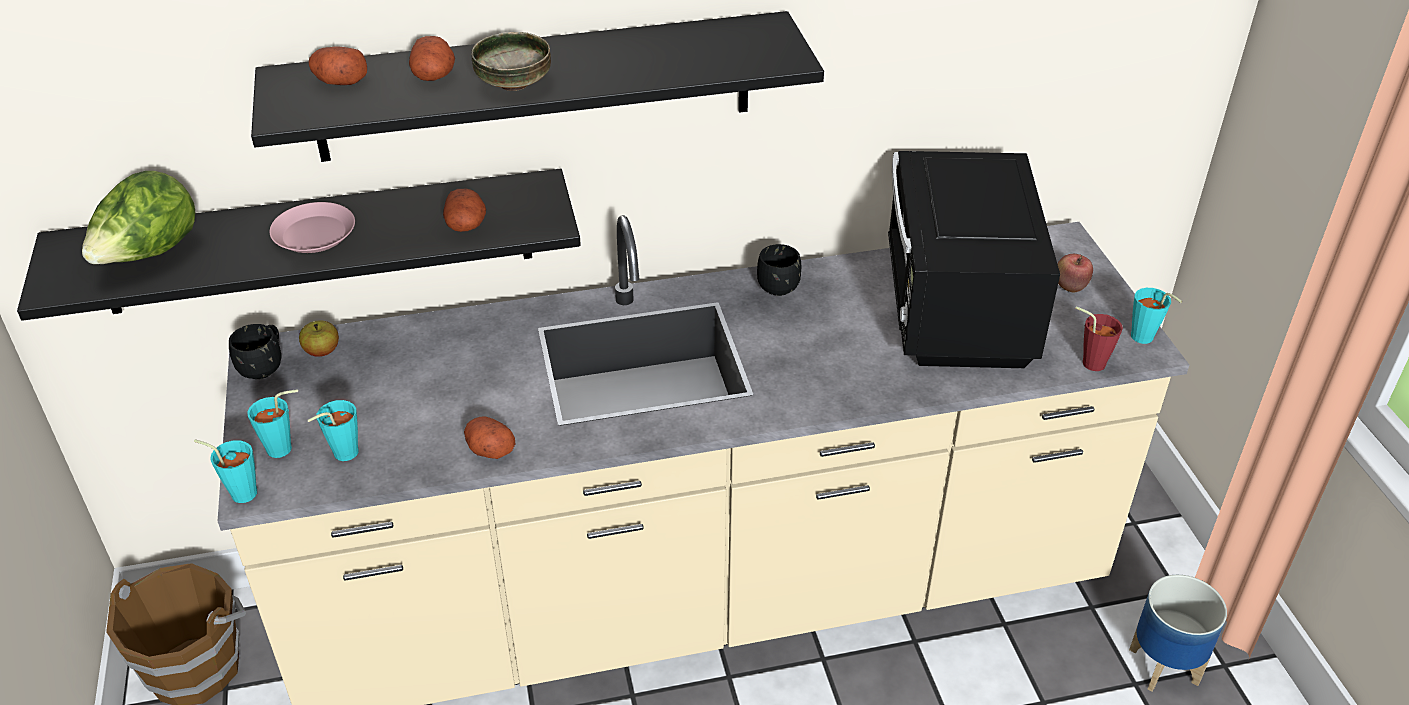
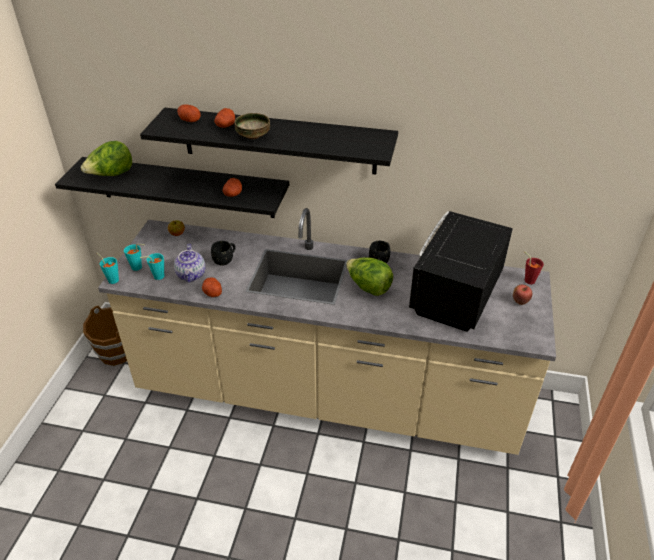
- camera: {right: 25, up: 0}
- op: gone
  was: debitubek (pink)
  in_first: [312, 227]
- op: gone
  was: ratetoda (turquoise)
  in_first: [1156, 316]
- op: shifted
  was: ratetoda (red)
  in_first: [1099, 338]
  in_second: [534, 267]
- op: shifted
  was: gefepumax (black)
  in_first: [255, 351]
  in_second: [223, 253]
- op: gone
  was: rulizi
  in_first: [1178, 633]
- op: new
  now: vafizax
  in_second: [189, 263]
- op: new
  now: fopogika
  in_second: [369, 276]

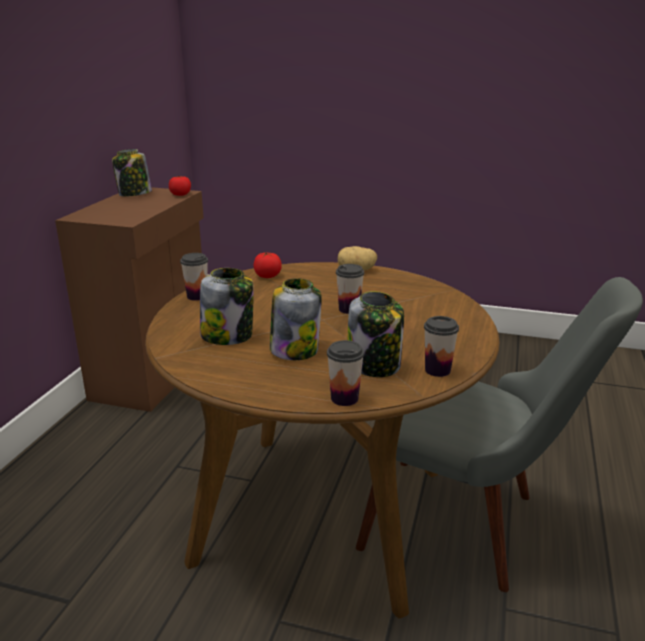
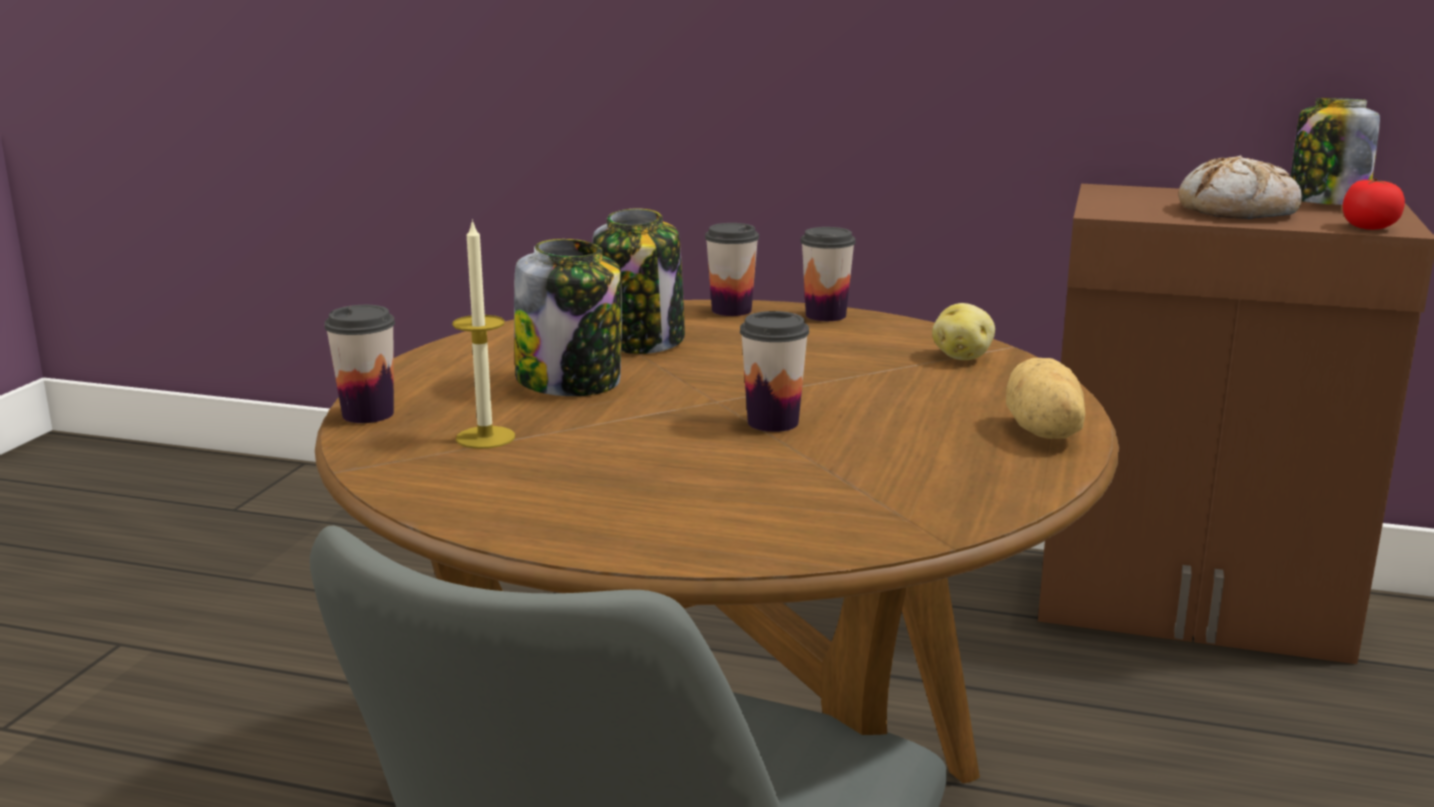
- camera: {right: 90, up: -5}
- op: swapped
  was: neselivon
  now: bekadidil
  in_first: [268, 265]
  in_second: [963, 331]
- op: swapped
  was: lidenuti
  now: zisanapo
  in_first: [376, 334]
  in_second: [483, 334]
- op: shifted
  was: ratetoda
  in_first: [441, 346]
  in_second: [732, 269]
- op: new
  now: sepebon
  in_second: [1240, 187]

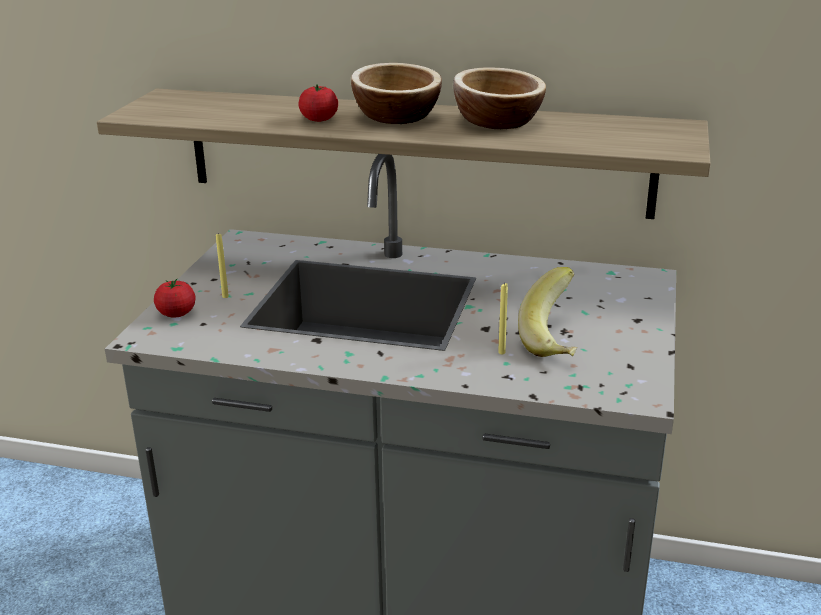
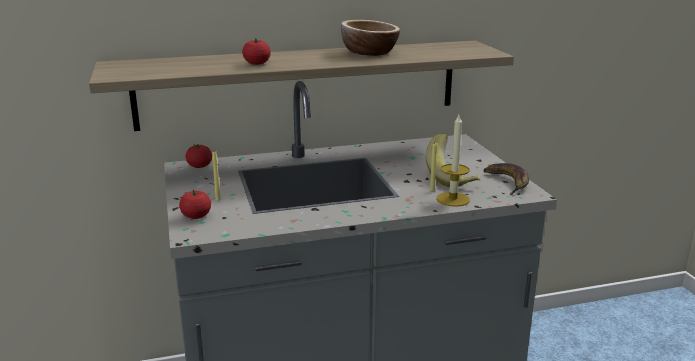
- camera: {right: -30, up: -5}
- op: gone
  was: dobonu
  in_first: [396, 93]
- op: new
  now: zisanapo
  in_second: [453, 161]
- op: new
  now: neselivon
  in_second: [198, 156]
- op: new
  now: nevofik
  in_second: [506, 179]

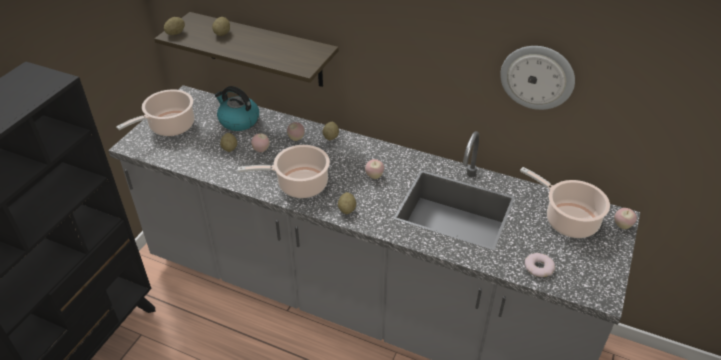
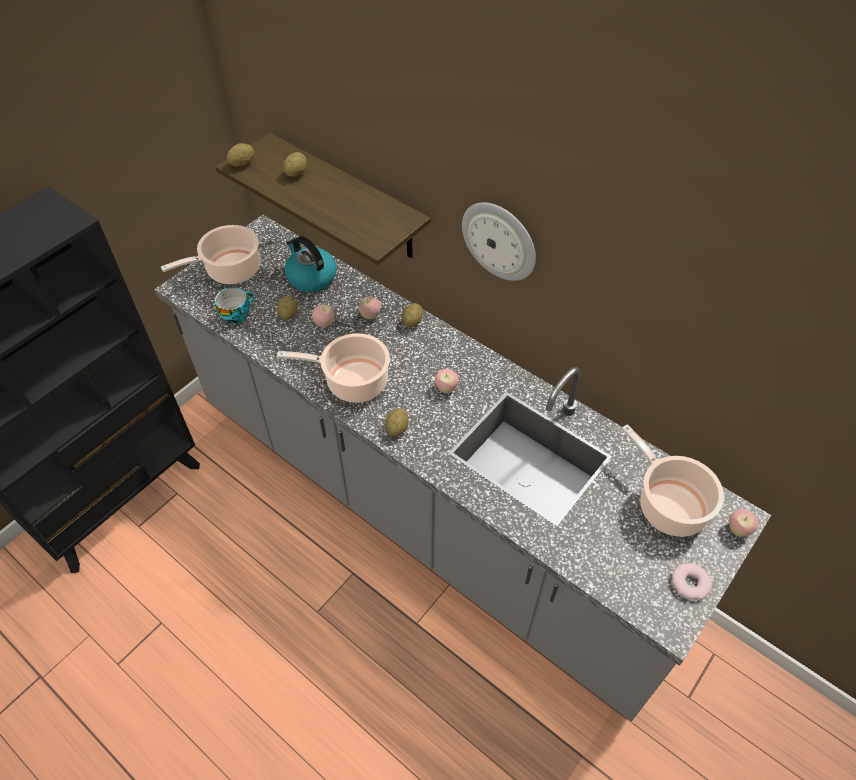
- camera: {right: 15, up: 10}
- op: shifted
  was: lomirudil
  in_first: [537, 78]
  in_second: [499, 241]
- op: shifted
  was: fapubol
  in_first: [540, 265]
  in_second: [692, 581]
- op: new
  now: ratetoda
  in_second: [234, 305]

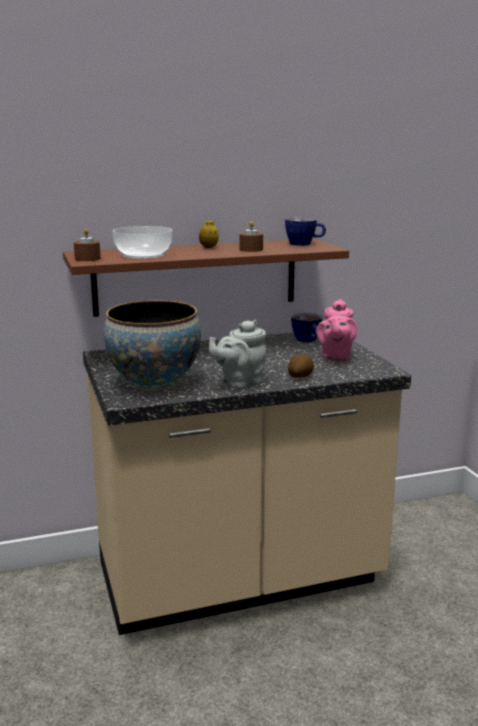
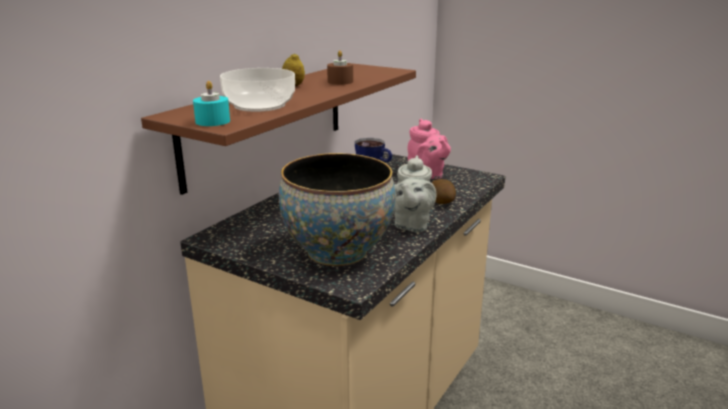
- camera: {right: -40, up: 5}
- op: gone
  was: ratetoda
  in_first: [305, 231]
- op: repainted
  was: zisanapo (brown)
  now: zisanapo (turquoise)
  in_first: [87, 244]
  in_second: [211, 103]

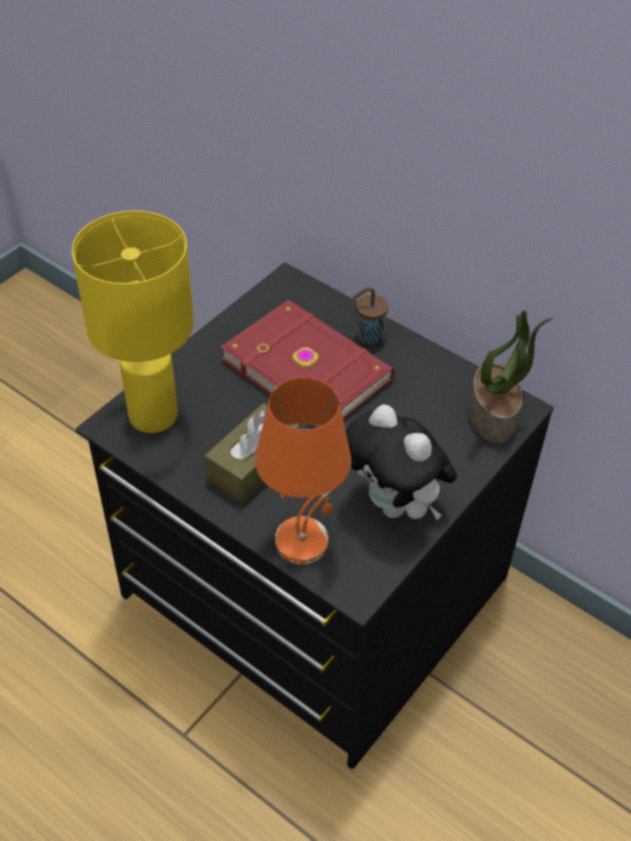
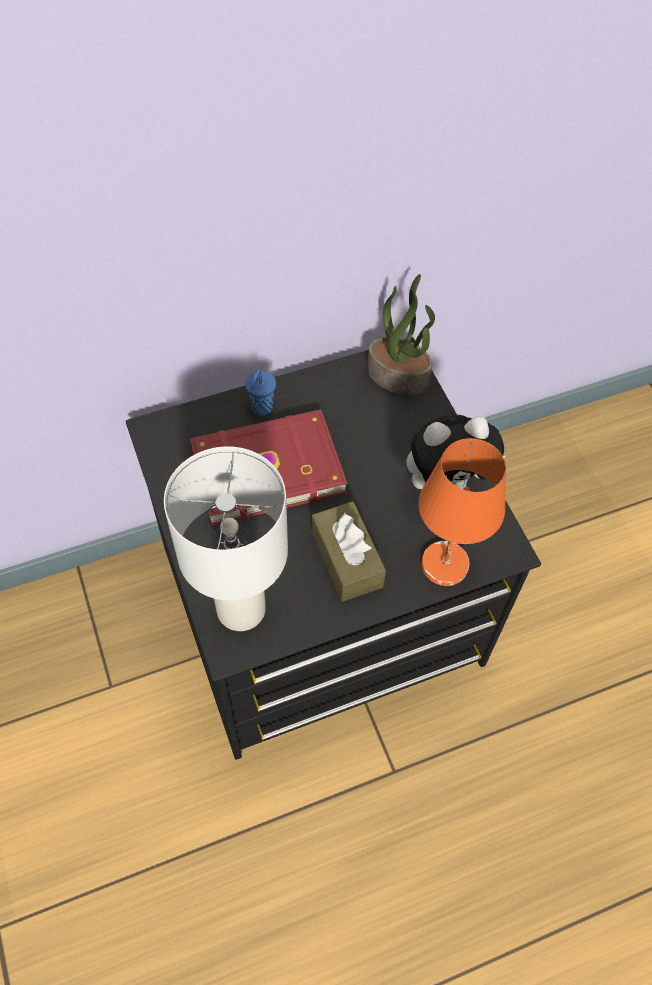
- camera: {right: -60, up: 10}
- op: repainted
  was: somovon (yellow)
  now: somovon (white)
  in_first: [133, 322]
  in_second: [226, 538]
- op: repainted
  was: ratetoda (brown)
  now: ratetoda (blue)
  in_first: [371, 315]
  in_second: [260, 393]

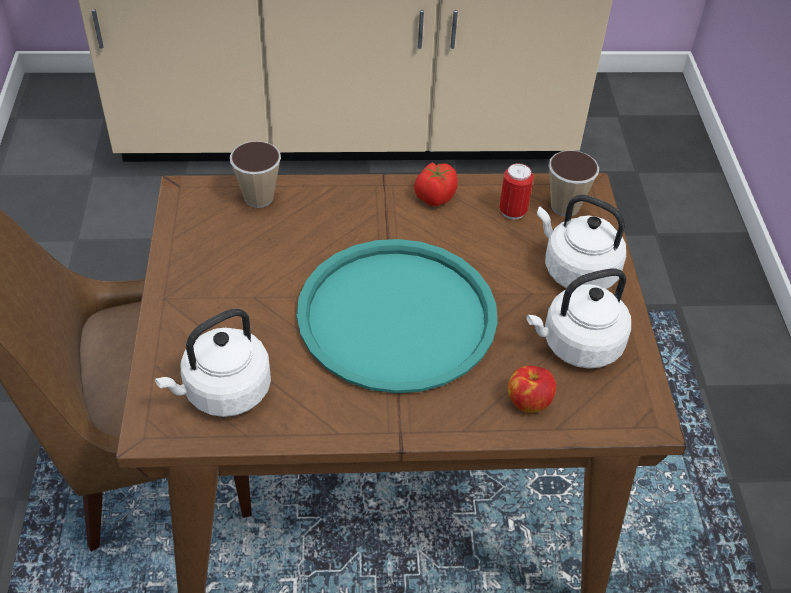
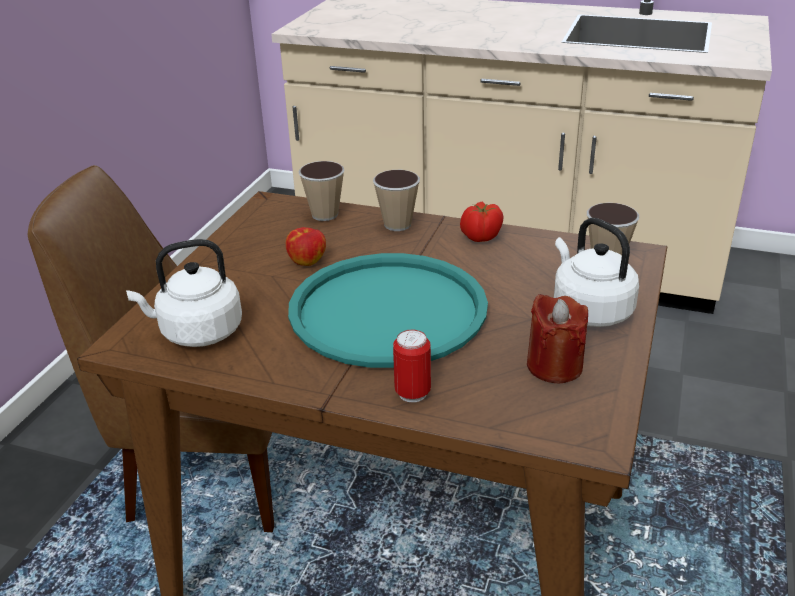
- camera: {right: 25, up: -15}
- op: shifted
  was: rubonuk
  in_first: [516, 191]
  in_second: [412, 366]
- op: swapped
  was: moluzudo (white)
  now: zisanapo (red)
  in_first: [578, 318]
  in_second: [557, 339]
- op: shifted
  was: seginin
  in_first: [532, 389]
  in_second: [306, 246]
- op: new
  now: ratetoda
  in_second: [396, 200]

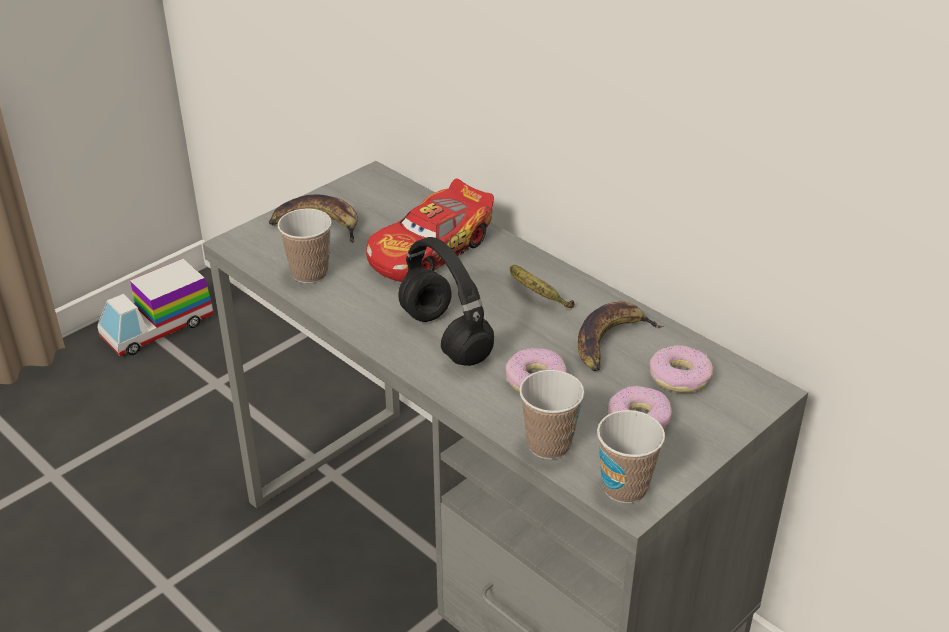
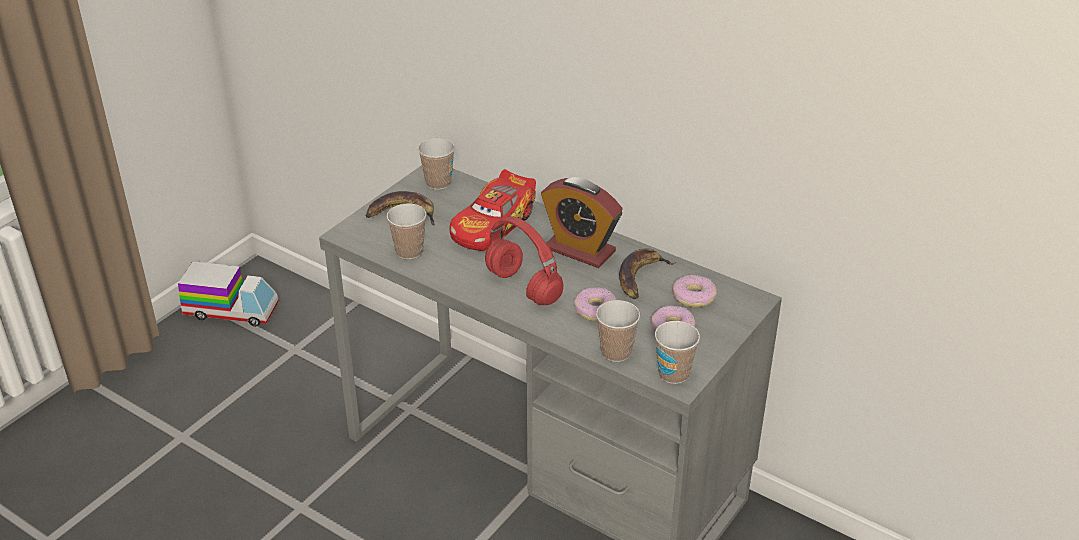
- camera: {right: -10, up: 0}
- op: repainted
  was: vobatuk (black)
  now: vobatuk (red)
  in_first: [446, 301]
  in_second: [524, 261]
- op: rotated
  was: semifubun
  in_first: [156, 307]
  in_second: [228, 293]
  clockwise: -120
- op: swapped
  was: nevofik
  now: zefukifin
  in_first: [542, 286]
  in_second: [582, 222]
- op: new
  now: ratetoda
  in_second: [436, 164]

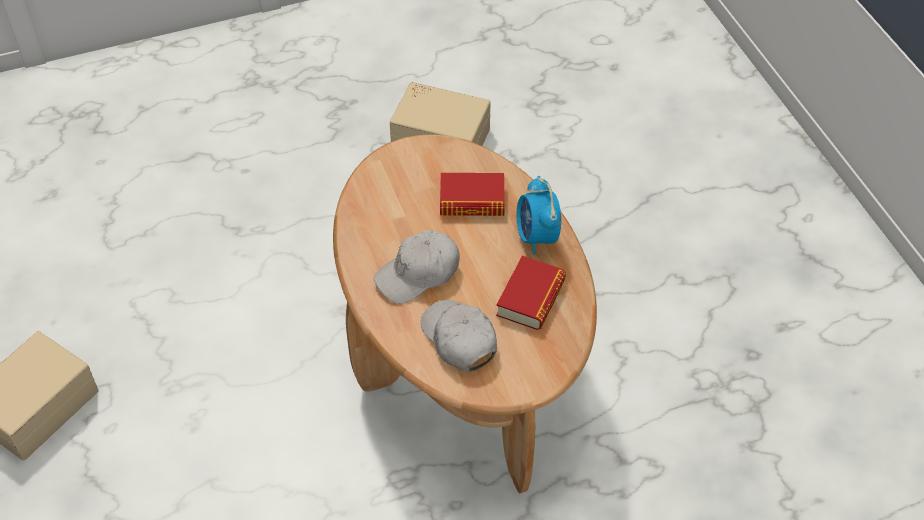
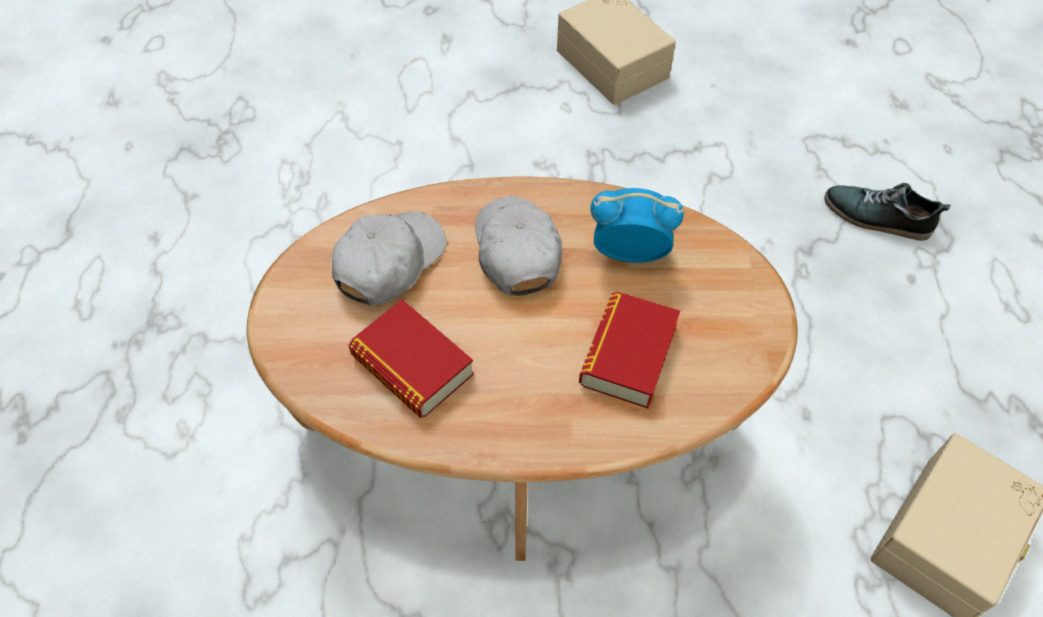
- camera: {right: 110, up: 5}
- op: shifted
  was: zefukifin
  in_first: [539, 215]
  in_second: [637, 225]
- op: rotated
  was: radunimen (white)
  in_first: [459, 336]
  in_second: [389, 258]
  clockwise: -45
- op: new
  now: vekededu
  in_second: [887, 212]

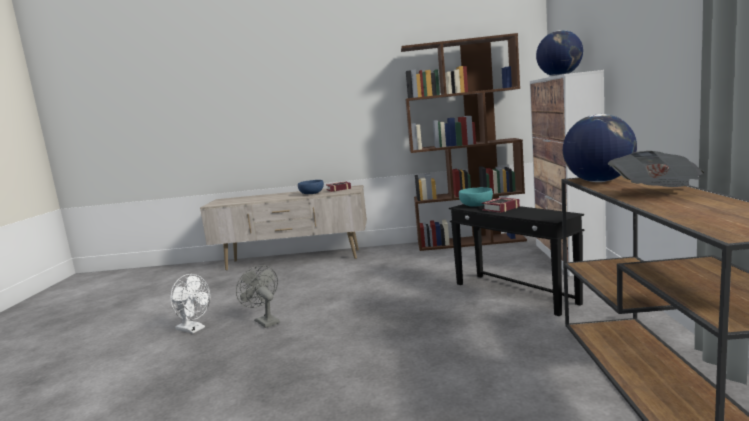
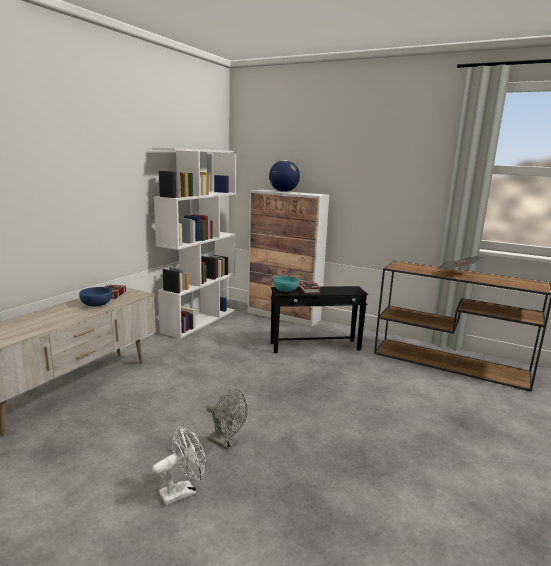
- camera: {right: -65, up: 5}
- op: repainted
  was: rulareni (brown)
  now: rulareni (white)
  in_first: [464, 142]
  in_second: [194, 243]
- op: gone
  was: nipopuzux
  in_first: [600, 148]
- op: rotated
  was: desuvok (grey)
  in_first: [257, 296]
  in_second: [227, 419]
  clockwise: -135

